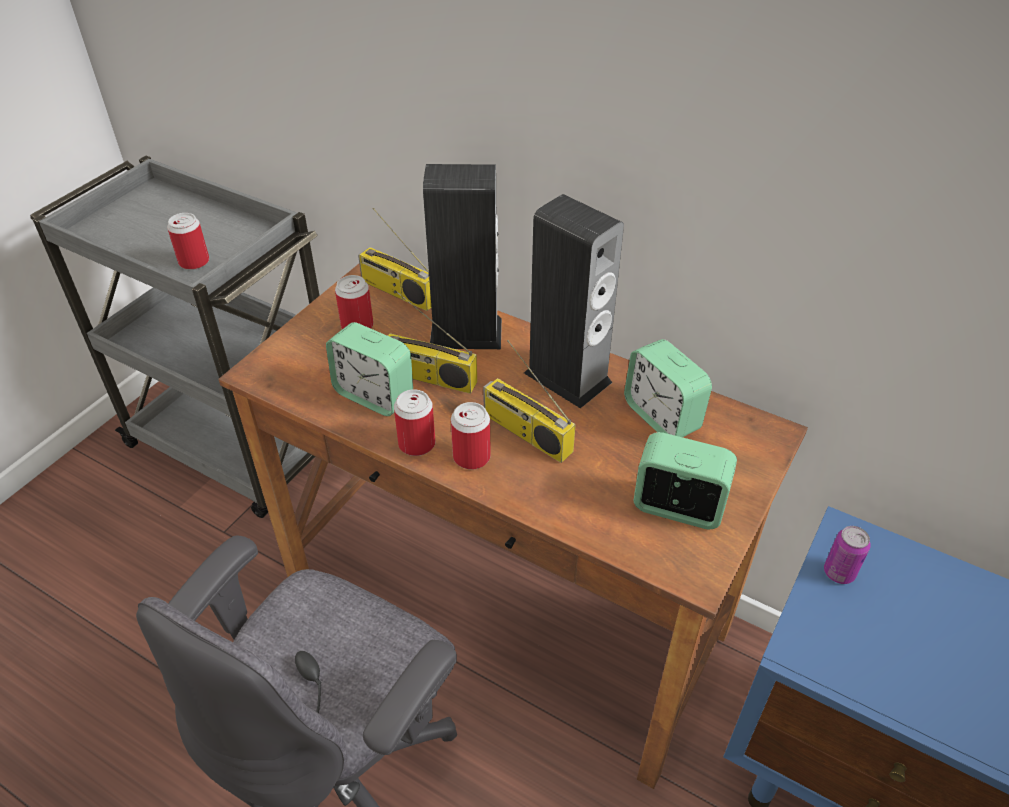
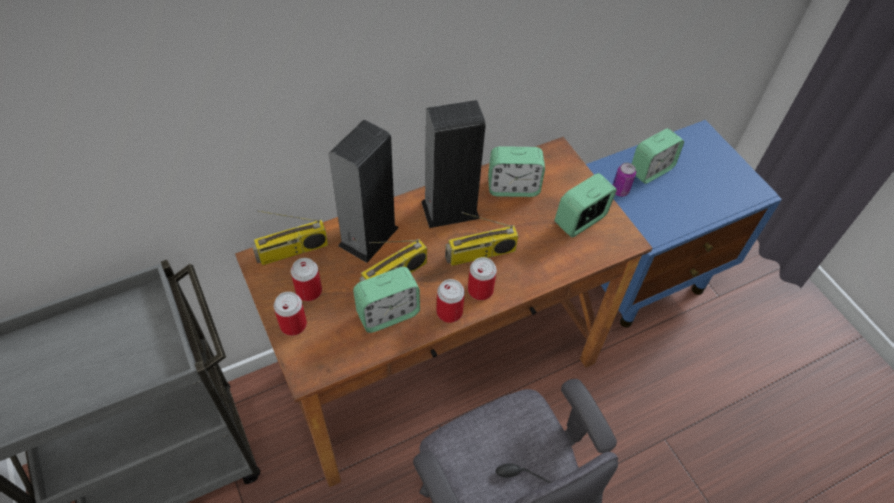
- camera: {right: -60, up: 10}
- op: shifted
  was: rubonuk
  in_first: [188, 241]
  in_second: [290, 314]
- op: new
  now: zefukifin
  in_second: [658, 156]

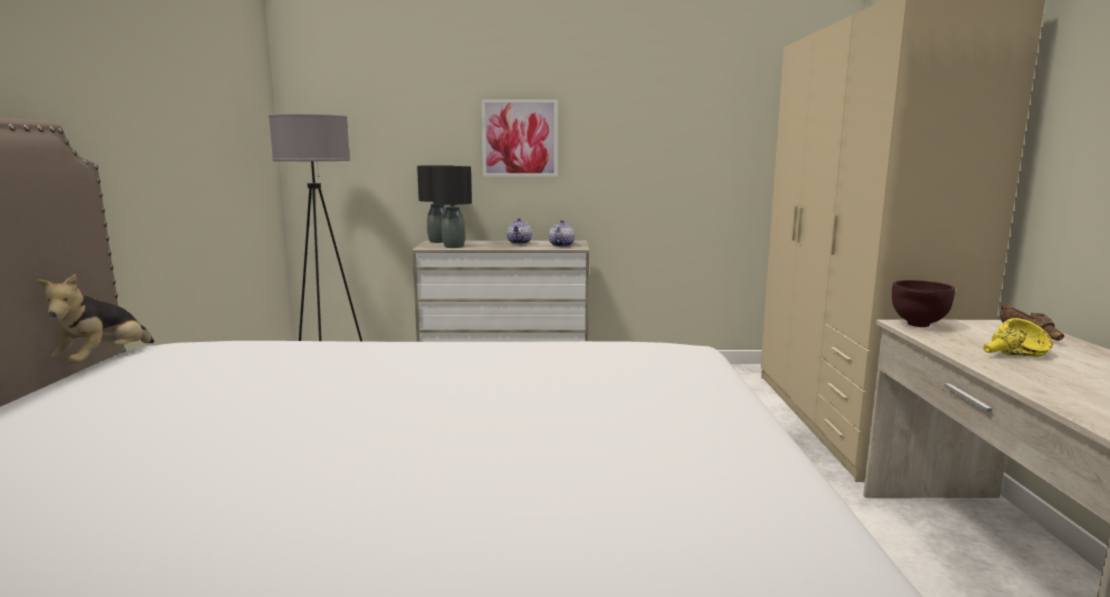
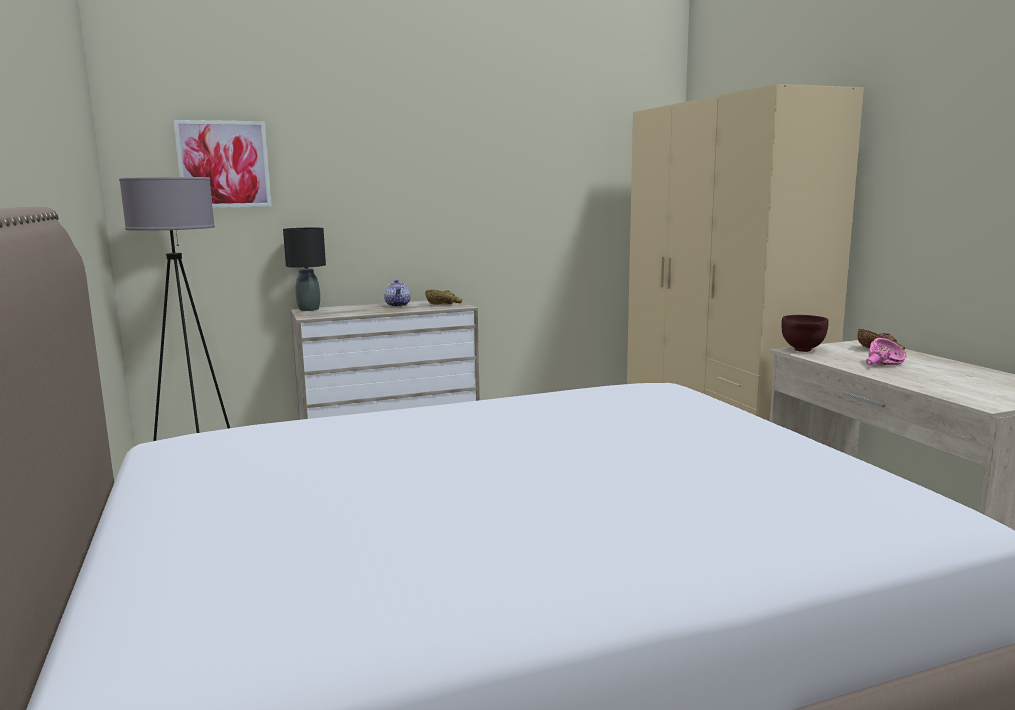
- camera: {right: -20, up: 0}
- op: shifted
  was: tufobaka
  in_first: [519, 138]
  in_second: [222, 164]
- op: gone
  was: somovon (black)
  in_first: [452, 207]
- op: swapped
  was: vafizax
  now: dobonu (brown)
  in_first: [562, 233]
  in_second: [443, 297]
- op: gone
  was: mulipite
  in_first: [95, 318]
- op: repainted
  was: dobonu (yellow)
  now: dobonu (pink)
  in_first: [1018, 337]
  in_second: [886, 352]

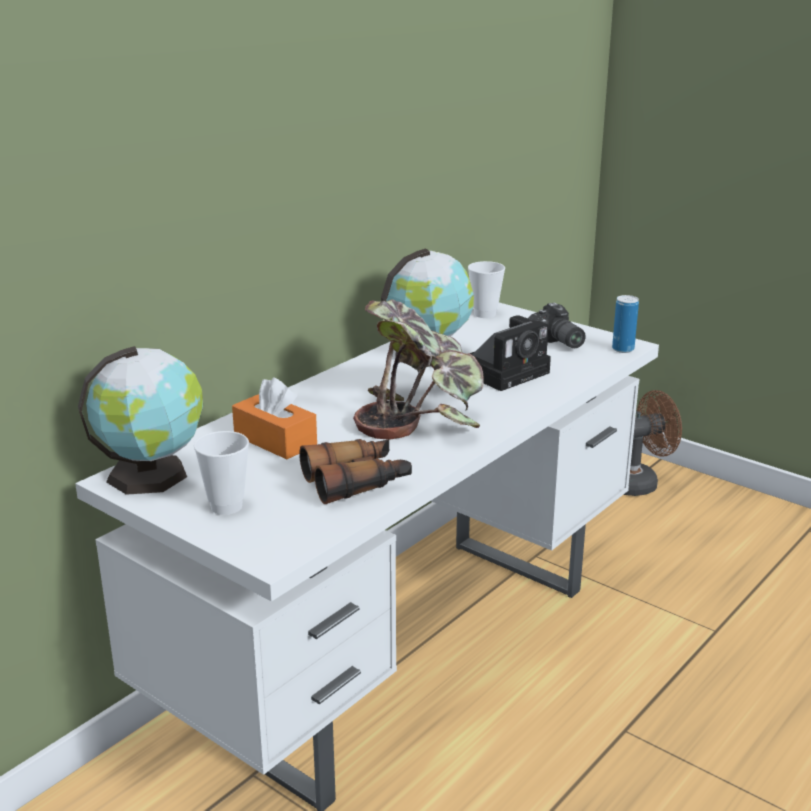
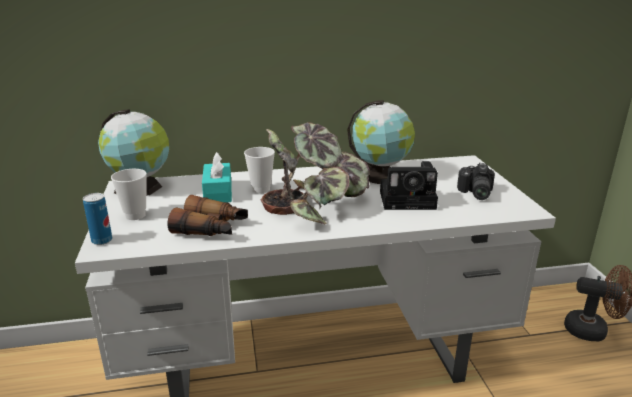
- camera: {right: 40, up: 0}
- op: shifted
  was: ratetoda
  in_first: [486, 289]
  in_second: [259, 170]
- op: shifted
  was: rubonuk
  in_first: [625, 324]
  in_second: [97, 219]
- op: repainted
  was: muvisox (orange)
  now: muvisox (turquoise)
  in_first: [274, 418]
  in_second: [217, 177]

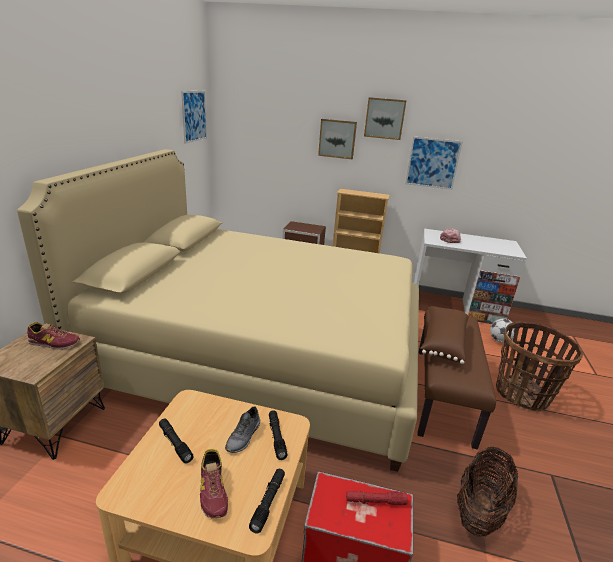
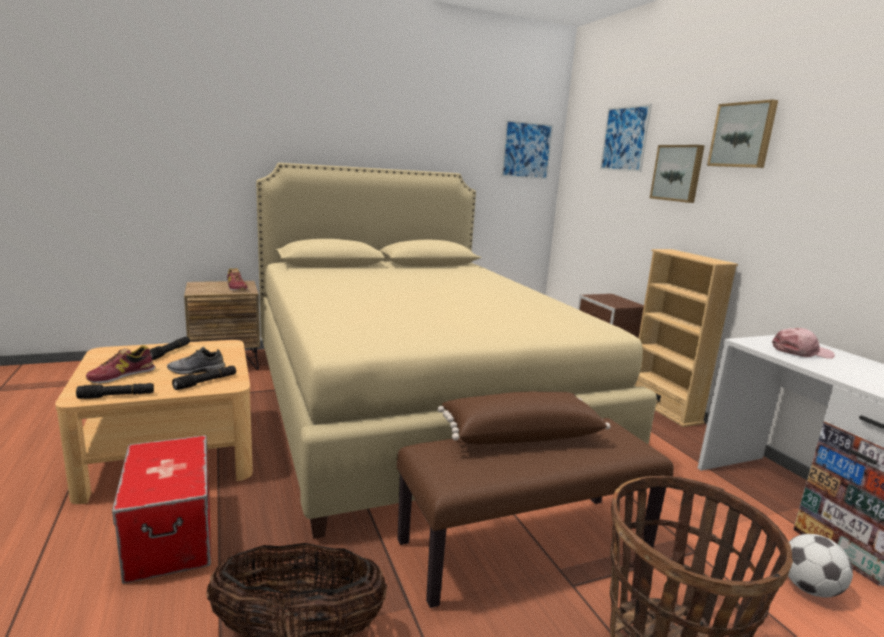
- camera: {right: 55, up: -10}
- op: shifted
  was: tufobaka
  in_first: [434, 163]
  in_second: [626, 137]
- op: gone
  was: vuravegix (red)
  in_first: [377, 498]

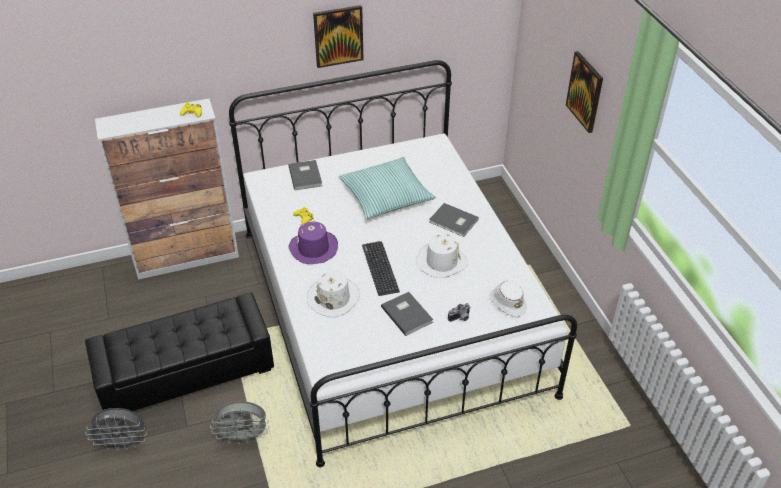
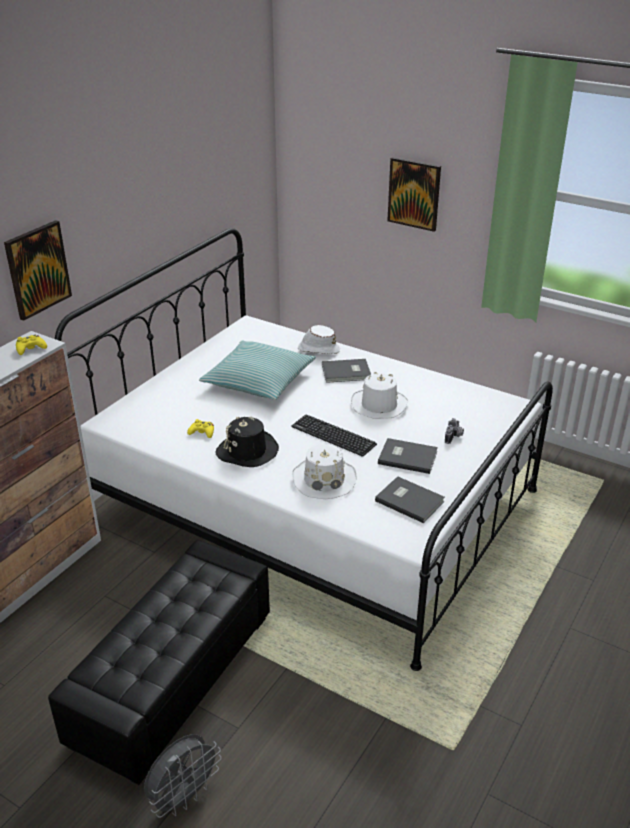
- camera: {right: -40, up: -10}
- op: shifted
  was: tufobaka
  in_first: [338, 36]
  in_second: [38, 270]
- op: shifted
  was: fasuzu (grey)
  in_first: [305, 175]
  in_second: [410, 499]
- op: repainted
  was: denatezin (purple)
  now: denatezin (black)
  in_first: [313, 242]
  in_second: [247, 441]
- op: shifted
  was: denatezin (white)
  in_first: [508, 299]
  in_second: [319, 339]
- op: gone
  was: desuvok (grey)
  in_first: [240, 422]

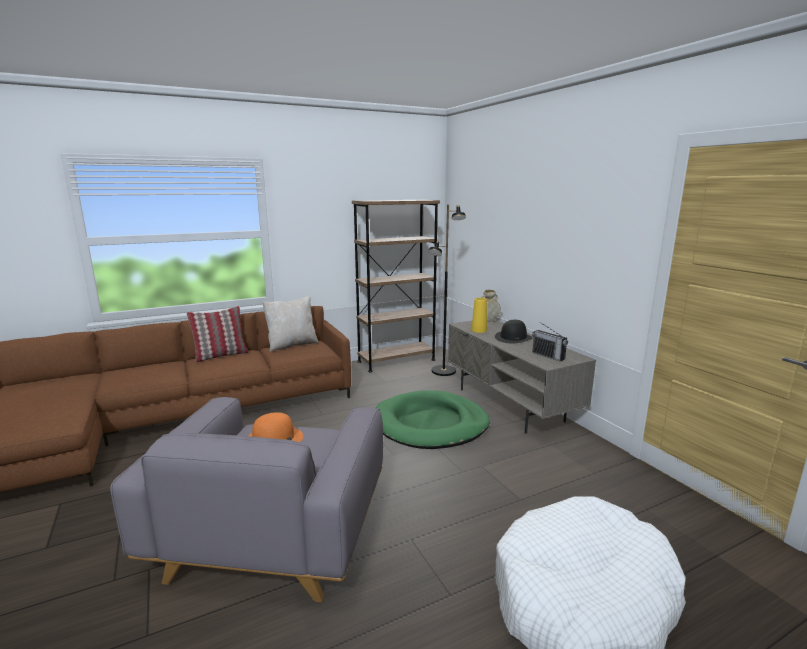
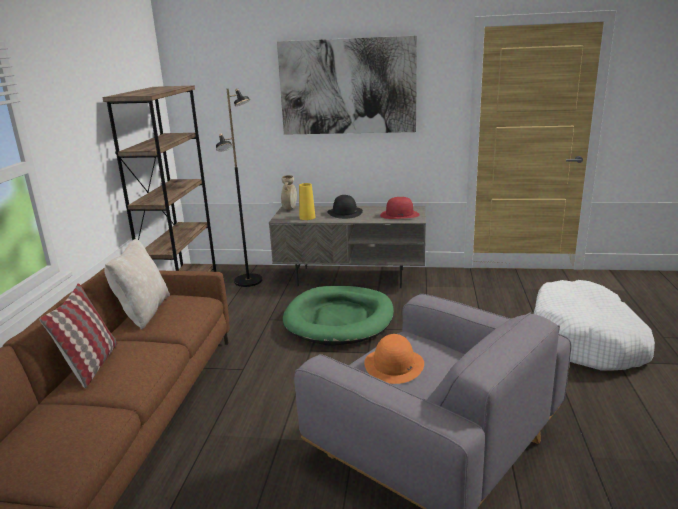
- camera: {right: -55, up: 5}
- op: swapped
  was: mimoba
  now: denatezin (red)
  in_first: [550, 341]
  in_second: [400, 208]
- op: new
  now: tufobaka
  in_second: [347, 85]

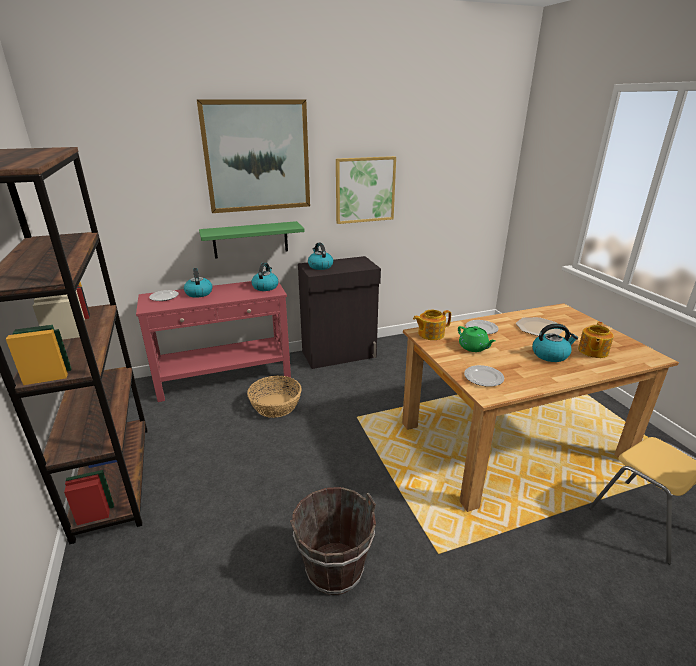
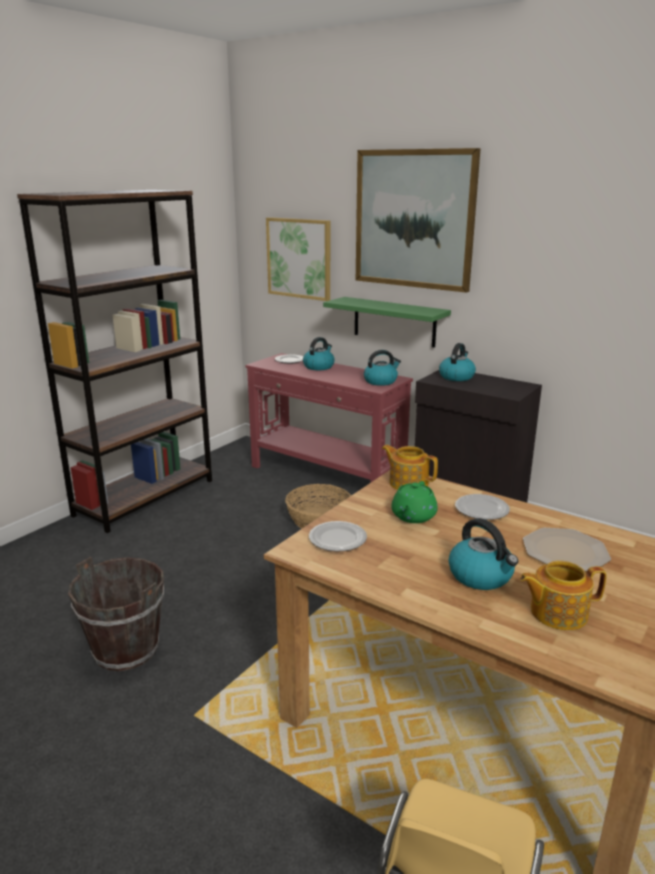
- camera: {right: 55, up: -5}
- op: shifted
  was: tufobaka
  in_first: [366, 190]
  in_second: [298, 259]

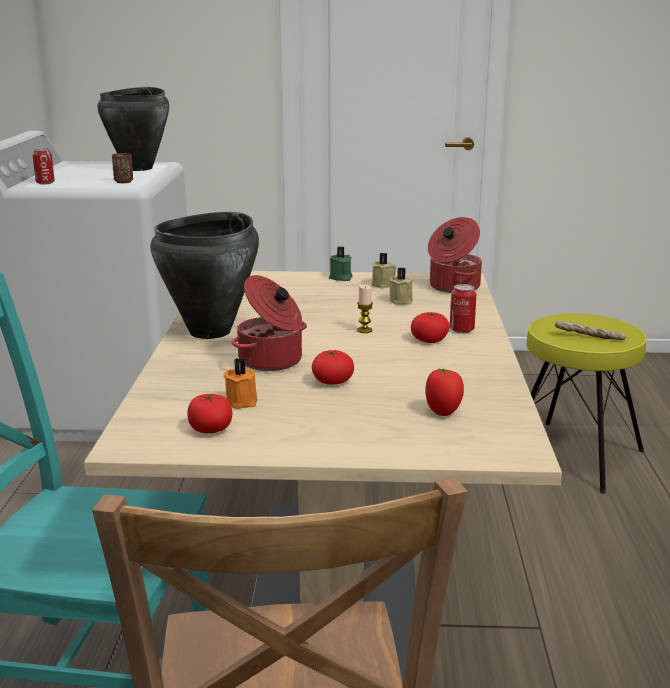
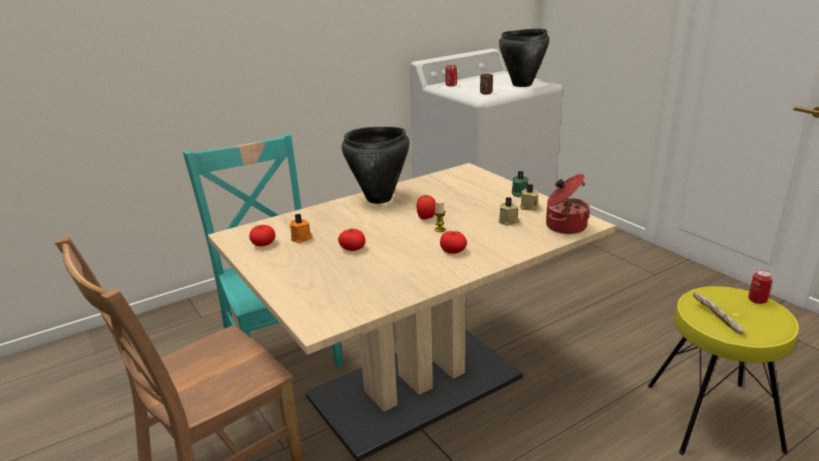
- camera: {right: 55, up: 5}
- op: gone
  was: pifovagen
  in_first: [269, 323]
- op: shifted
  was: rubonuk
  in_first: [463, 308]
  in_second: [760, 286]
- op: shifted
  was: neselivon
  in_first: [444, 392]
  in_second: [425, 207]

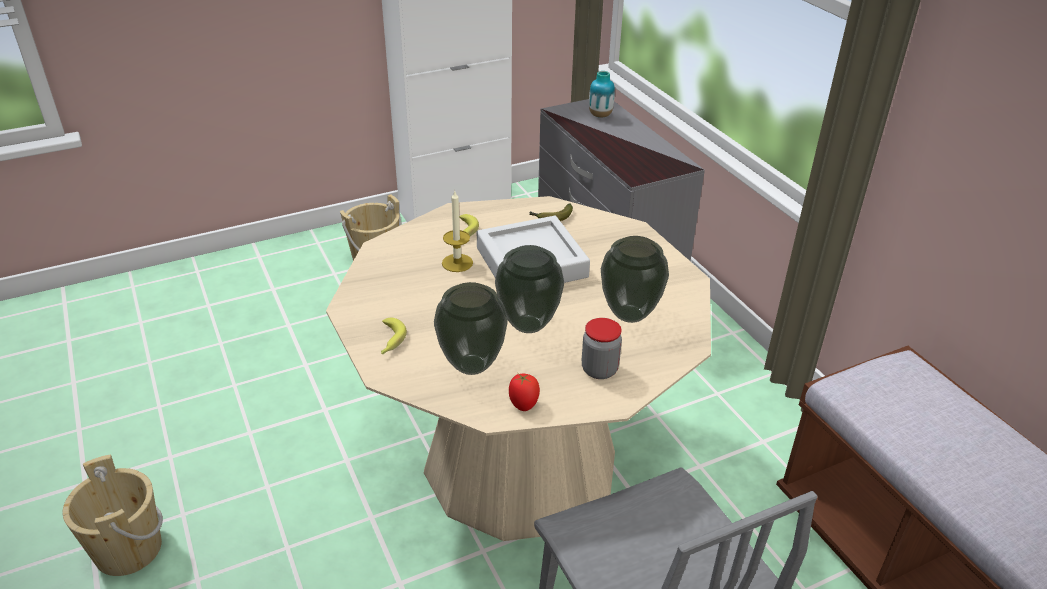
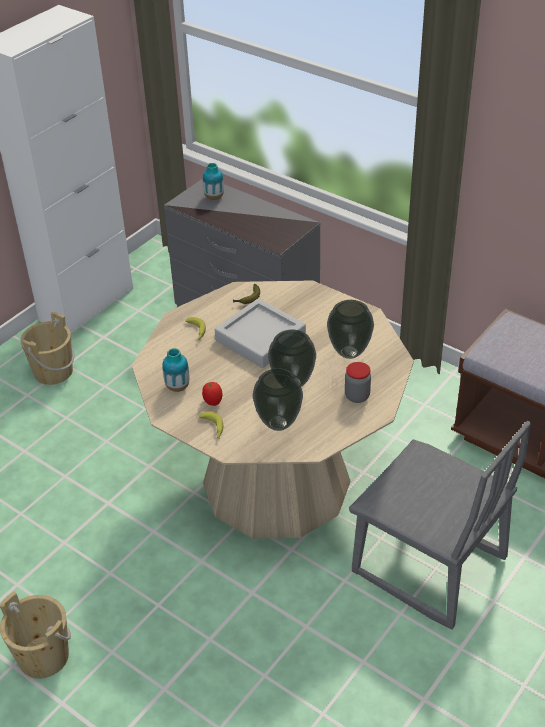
- camera: {right: -25, up: 5}
- op: gone
  was: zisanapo
  in_first: [457, 231]
- op: shifted
  was: neselivon
  in_first: [524, 392]
  in_second: [212, 394]
- op: new
  now: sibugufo
  in_second: [175, 370]

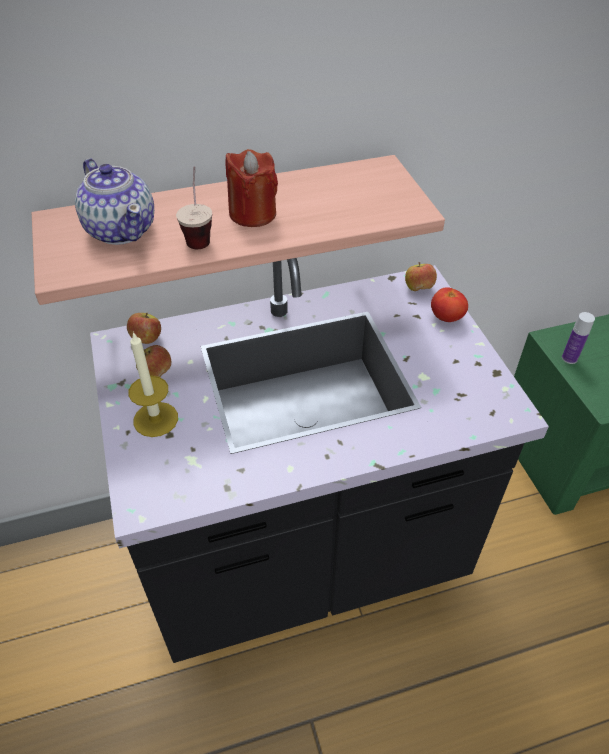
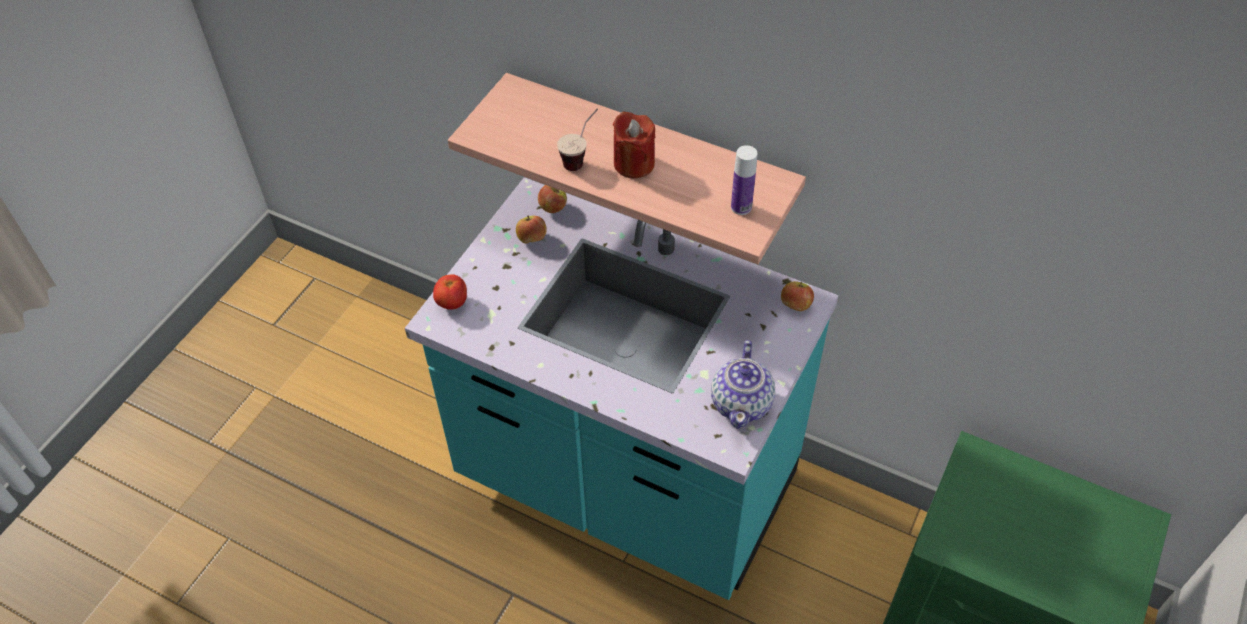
- camera: {right: 45, up: 5}
- op: shifted
  was: vafizax
  in_first: [114, 201]
  in_second: [743, 384]
- op: repainted
  was: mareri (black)
  now: mareri (turquoise)
  in_first: [319, 460]
  in_second: [622, 388]
- op: shifted
  was: neselivon
  in_first: [449, 304]
  in_second: [450, 292]
- op: shifted
  was: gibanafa
  in_first: [578, 338]
  in_second: [744, 180]
- op: gone
  was: zisanapo
  in_first: [153, 384]

